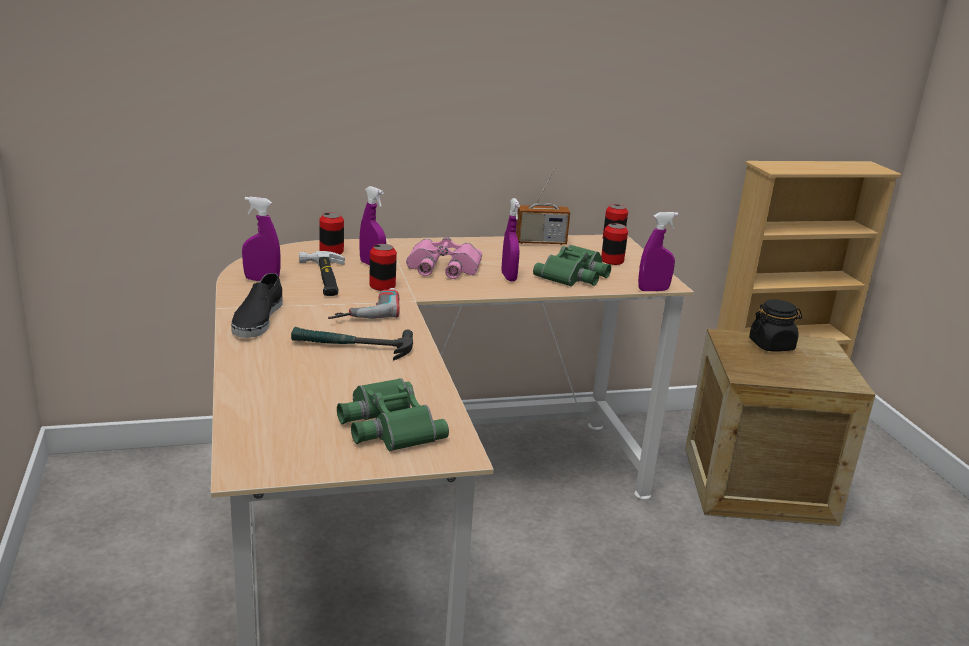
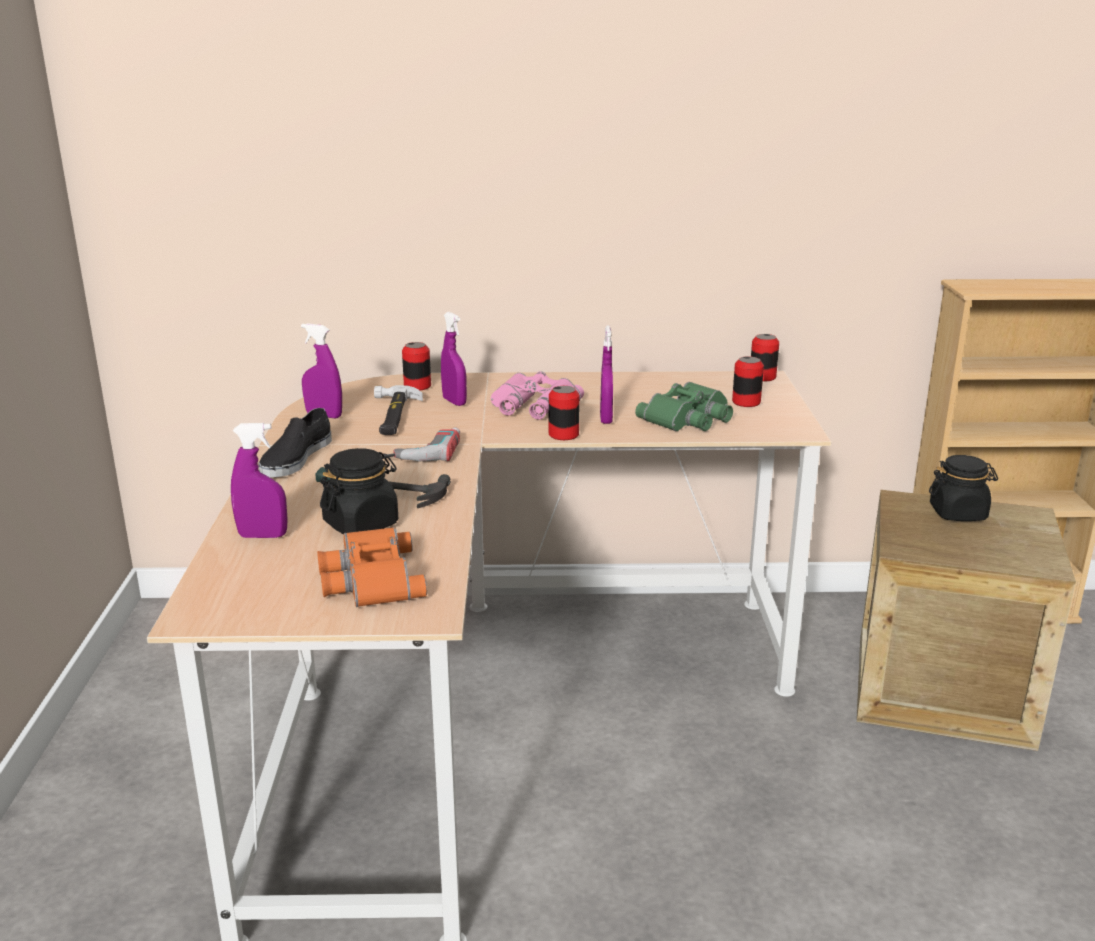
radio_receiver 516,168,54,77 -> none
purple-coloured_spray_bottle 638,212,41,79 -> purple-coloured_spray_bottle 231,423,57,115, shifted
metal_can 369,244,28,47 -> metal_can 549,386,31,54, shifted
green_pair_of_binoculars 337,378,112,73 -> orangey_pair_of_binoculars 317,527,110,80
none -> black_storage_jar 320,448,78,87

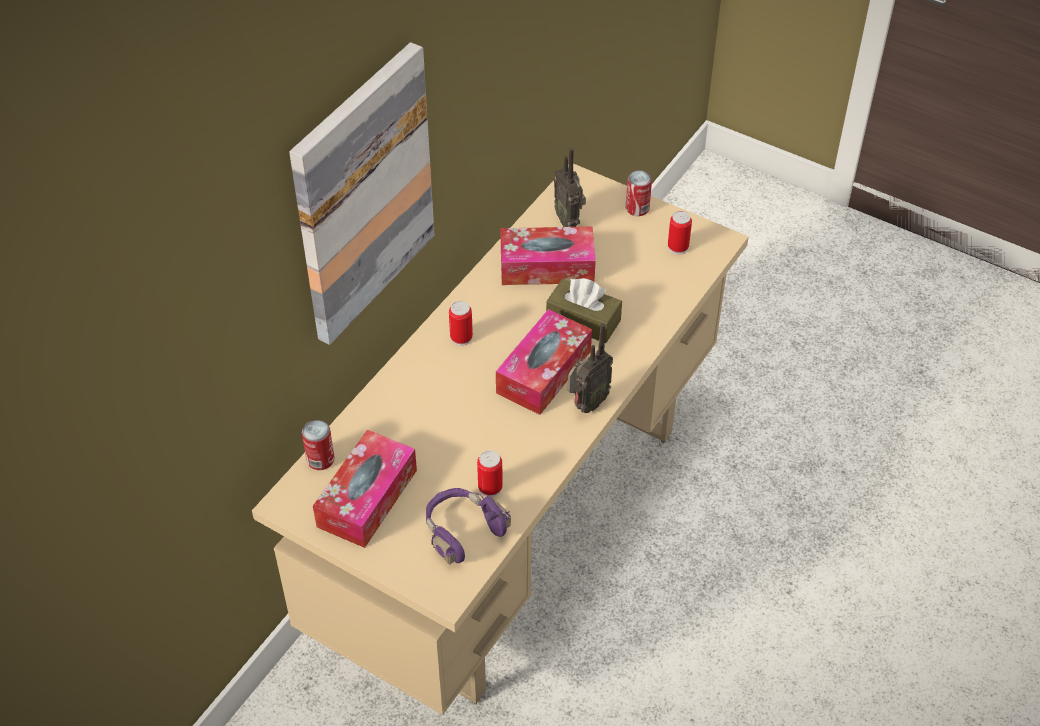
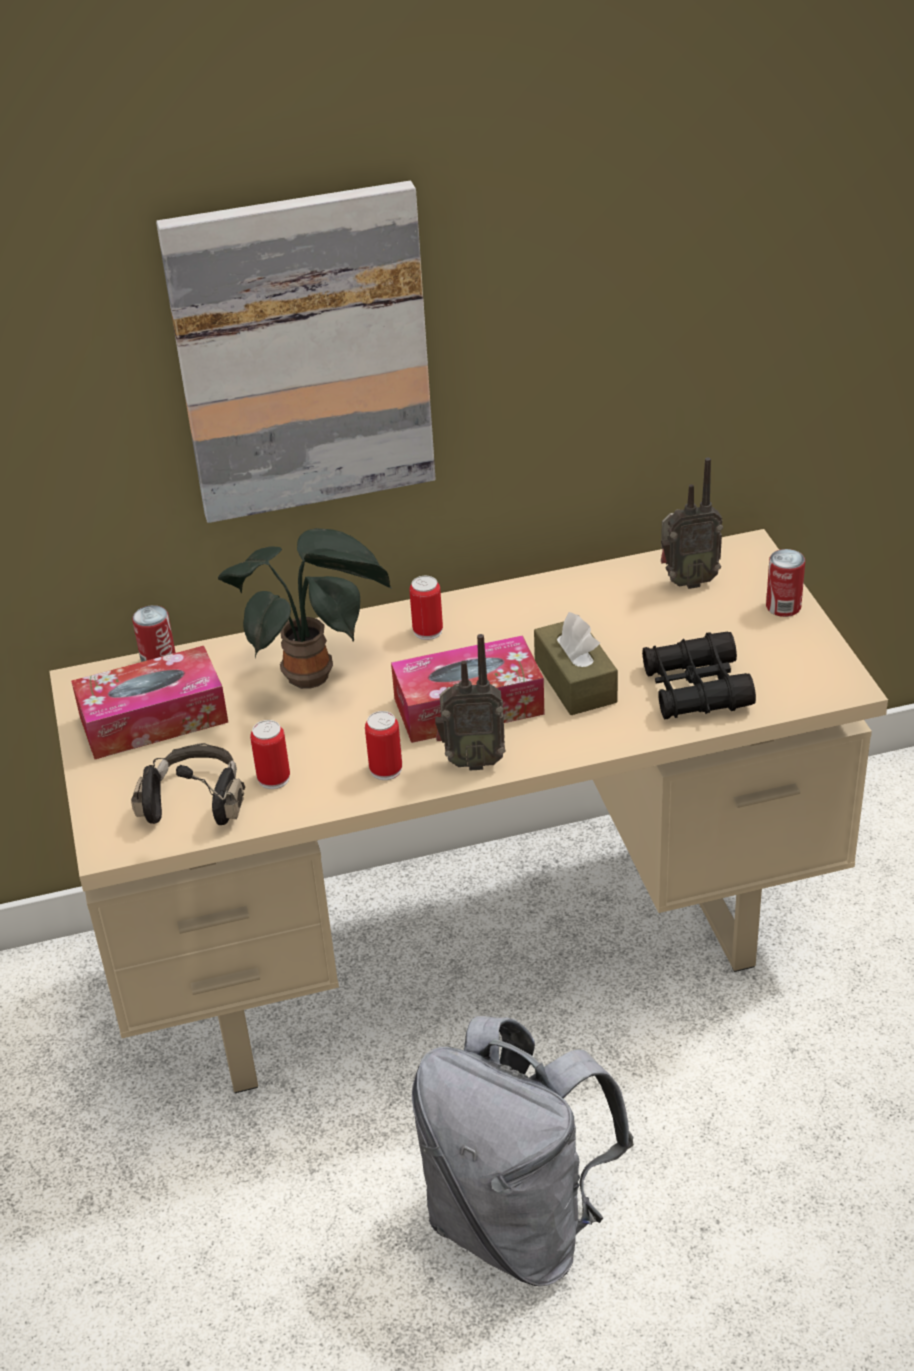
radio_receiver 554,148,32,79 -> radio_receiver 661,458,62,131, 120 degrees counterclockwise
metal_can 668,211,24,43 -> metal_can 365,711,37,69, shifted
tissue_box 500,226,96,59 -> none
purple-coloured_headset 426,488,85,76 -> black_headset 131,743,114,82
none -> houseplant 218,528,174,161
none -> black_pair_of_binoculars 642,632,114,87
none -> greyish_knapsack 412,1016,222,270

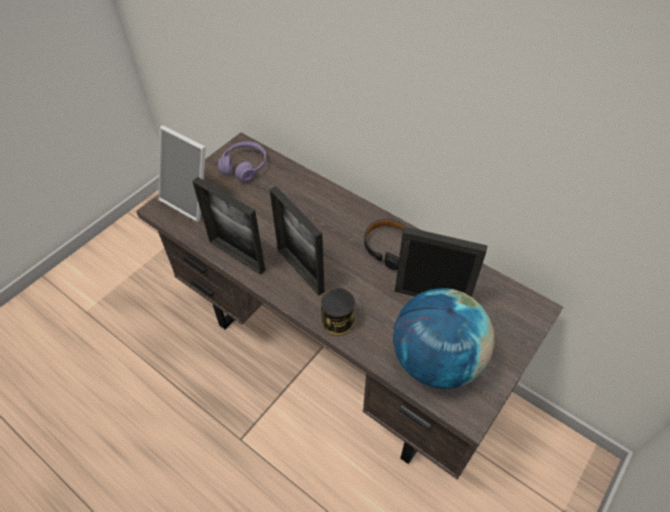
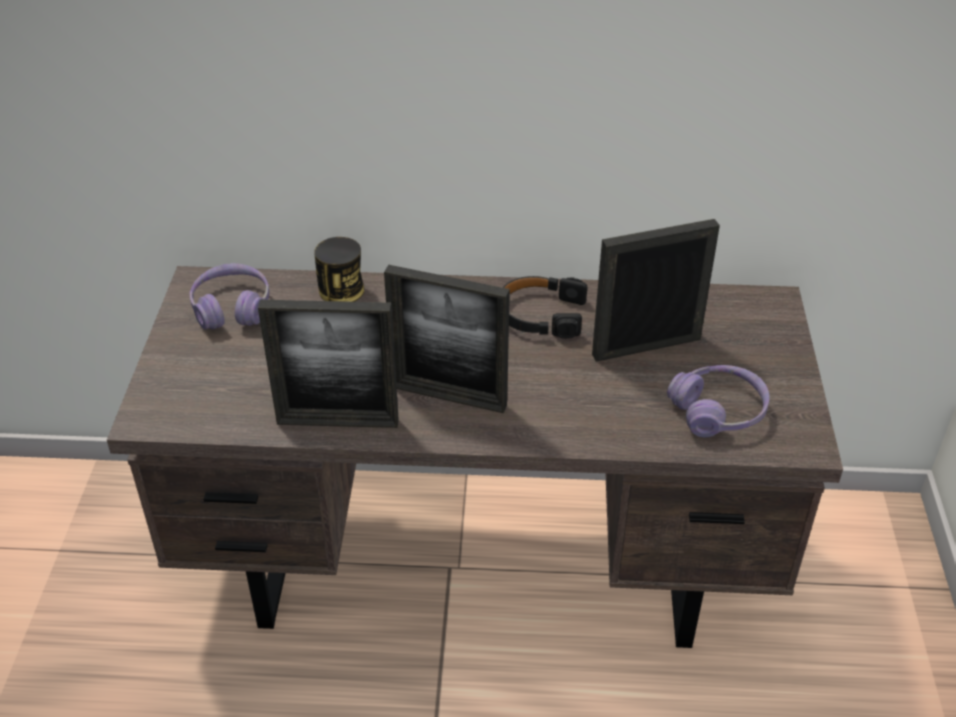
photo_frame 158,126,48,96 -> none
metal_can 321,288,34,48 -> metal_can 314,237,50,65, shifted
desk_globe 393,288,101,101 -> purple-coloured_headset 667,365,102,72

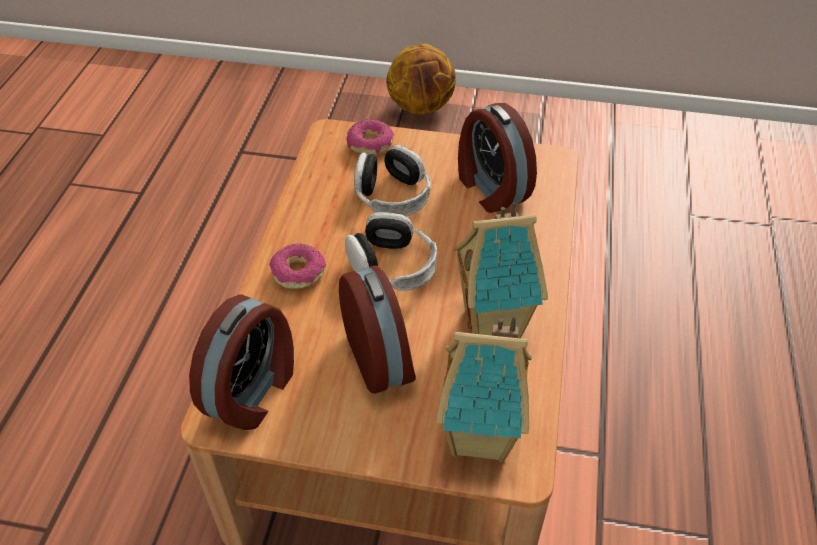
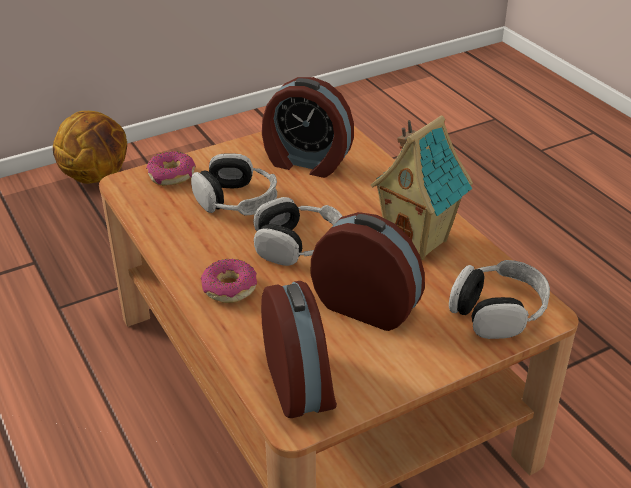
miniature_house 437,316,95,147 -> headset 449,260,101,79

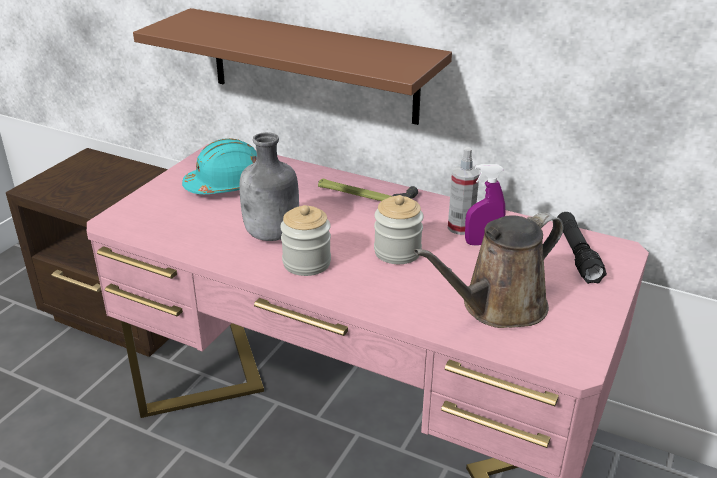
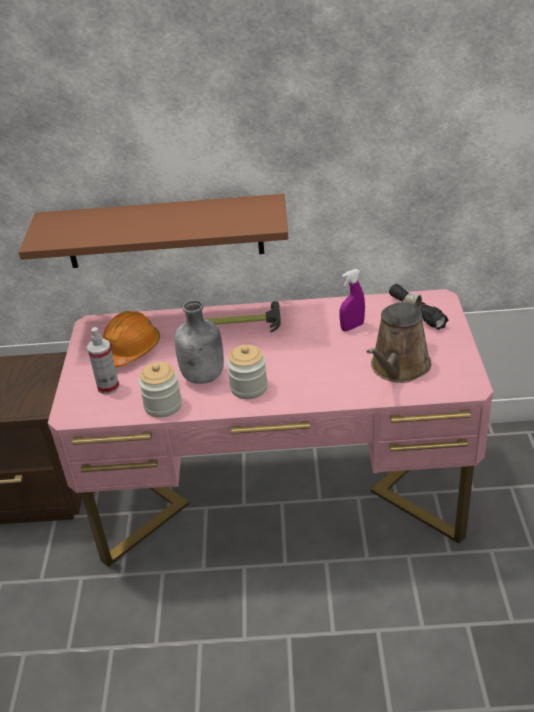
turquoise-coloured_safety_helmet 182,138,75,56 -> orangey_safety_helmet 103,311,57,56
spray_bottle 448,147,32,88 -> spray_bottle 87,327,33,67, shifted
storage_jar 374,195,50,69 -> storage_jar 138,362,44,56, shifted

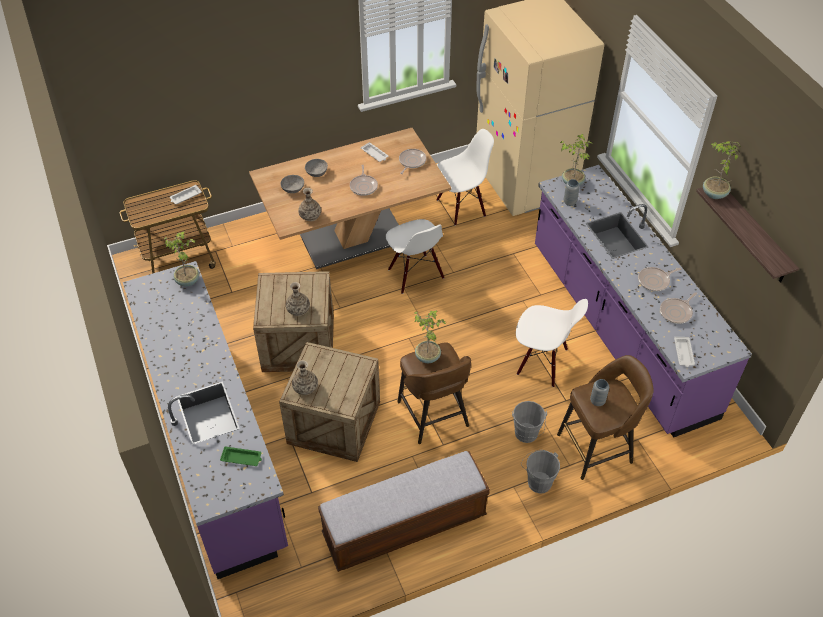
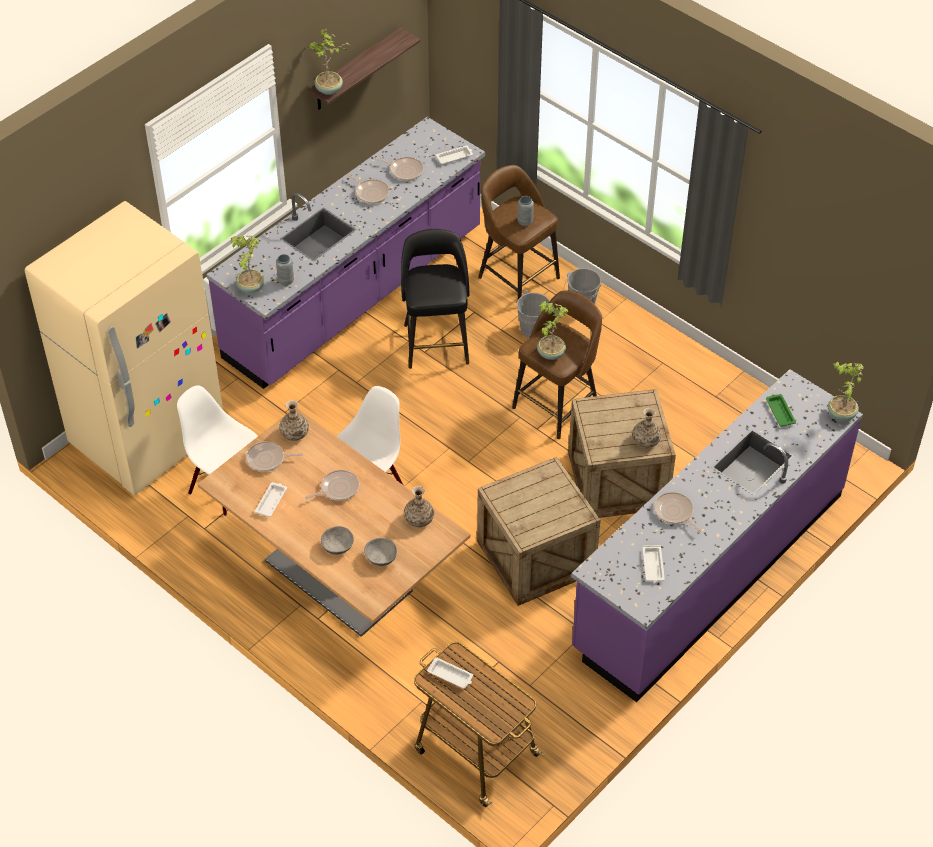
houseplant 164,232,35,54 -> houseplant 828,361,36,60, shifted
vase 286,282,24,34 -> vase 279,400,30,41, shifted
white_chair 516,299,72,88 -> black_stool 401,229,68,140
bench 318,451,172,121 -> none
none -> pan 654,492,47,40
none -> white_serving_tray 642,545,23,38

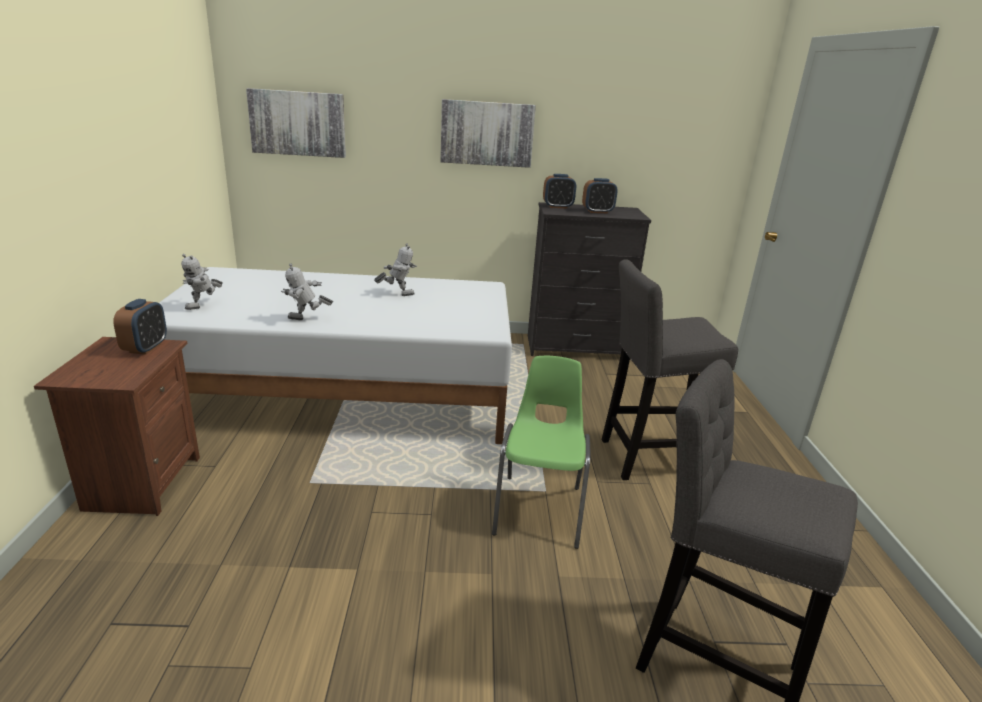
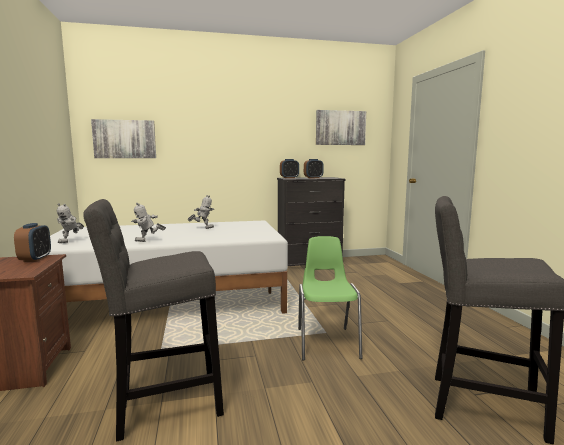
wall_art 440,99,96,69 -> wall_art 316,110,50,35, shifted
greyish_stool 602,259,136,221 -> greyish_stool 84,199,140,243, shifted

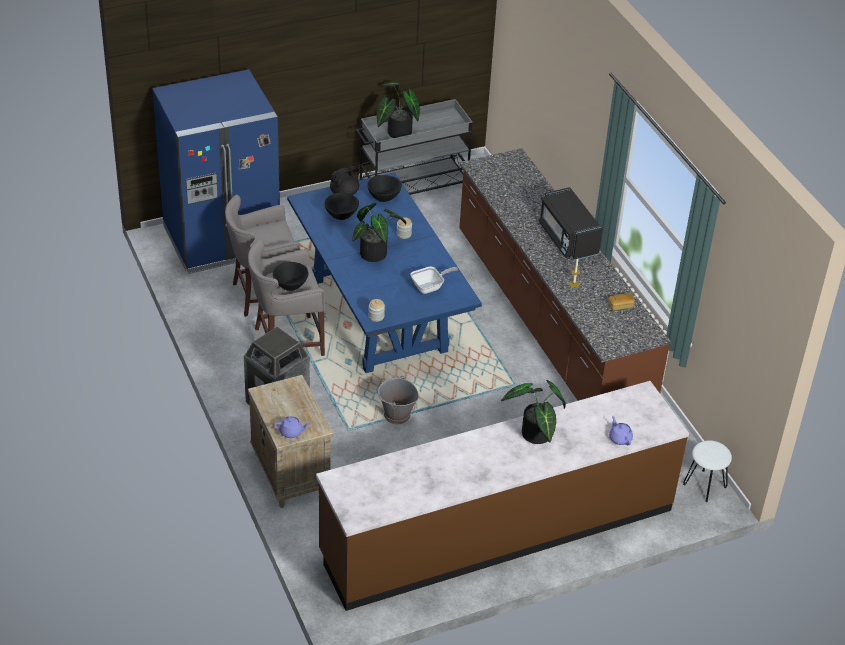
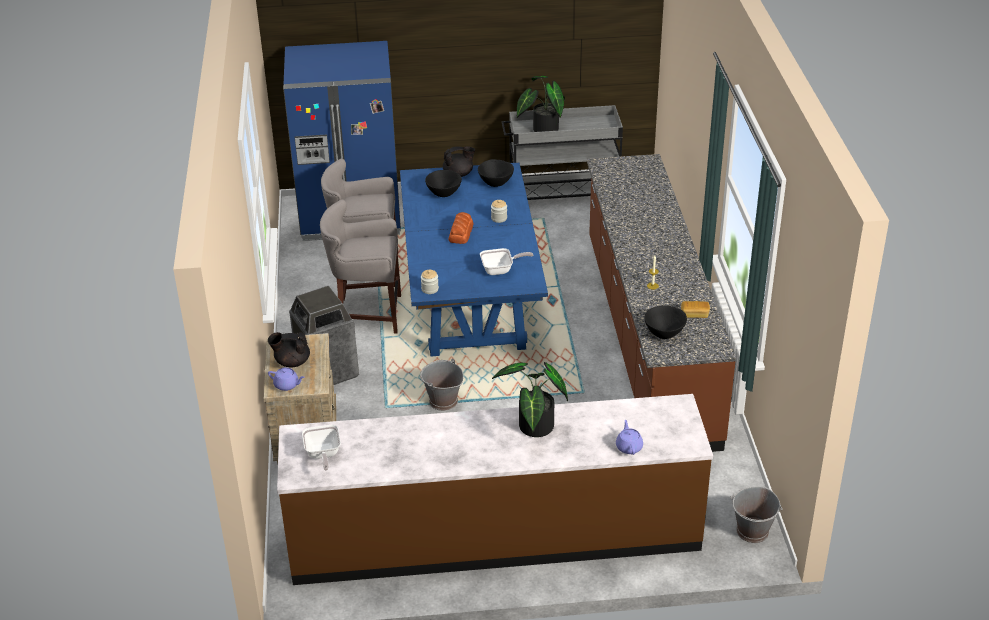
black_kitchen_microwave 538,187,65,73 -> none
houseplant 352,203,54,59 -> baked_bread 449,212,24,32
black_deep_dish 273,262,36,29 -> black_deep_dish 644,305,43,34, shifted
white_stool 683,440,49,62 -> greyish_water_bucket 730,486,53,57
none -> black_teapot 268,332,42,35
none -> pan 302,425,39,46

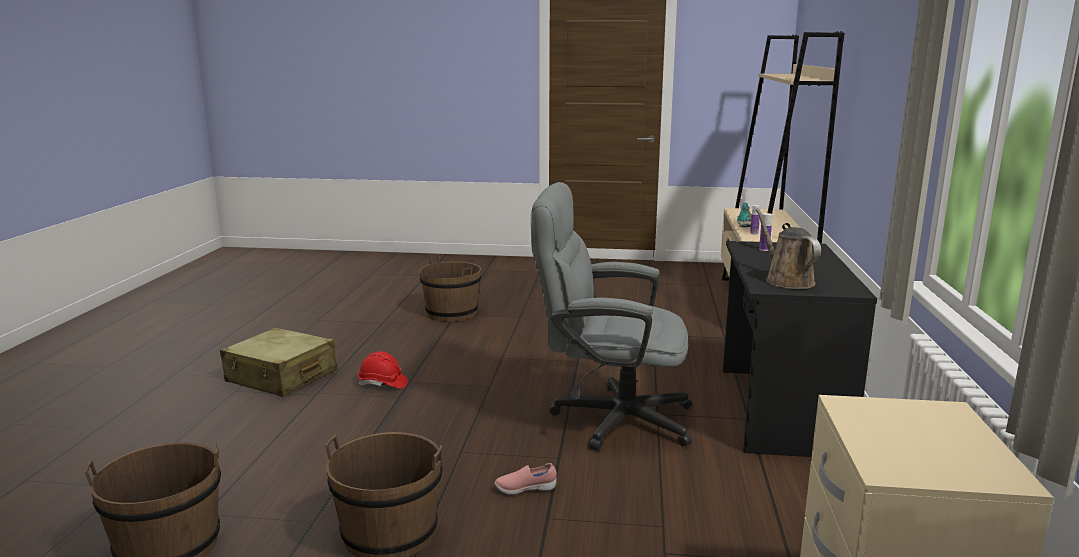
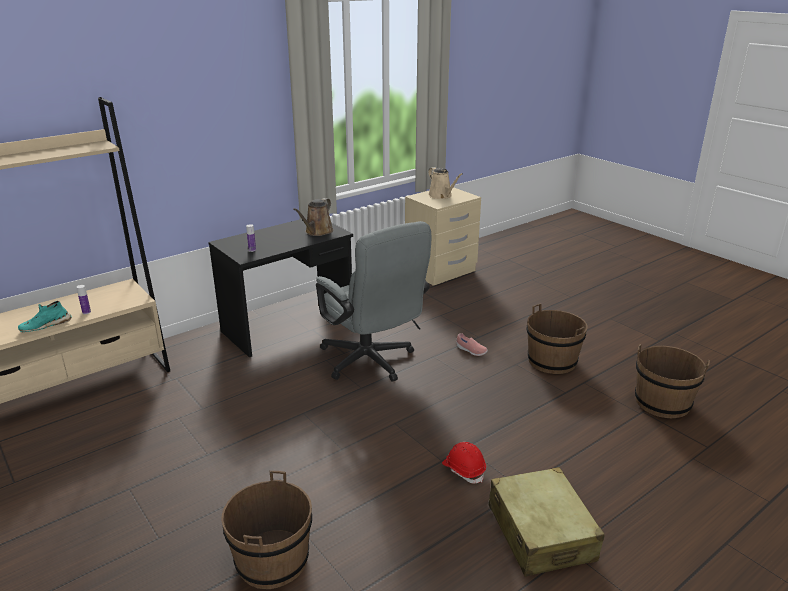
none -> sand-coloured_watering_can 428,167,35,32

